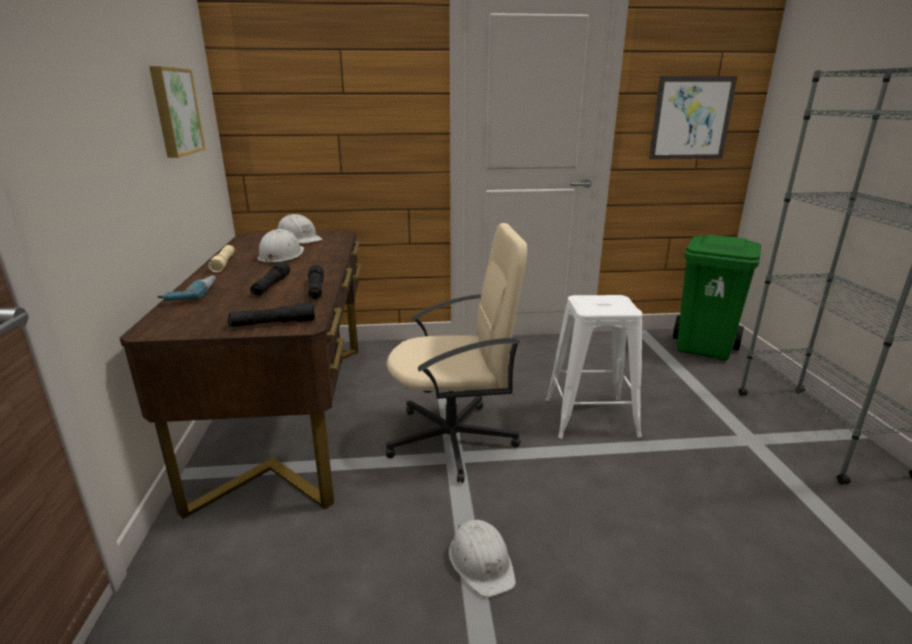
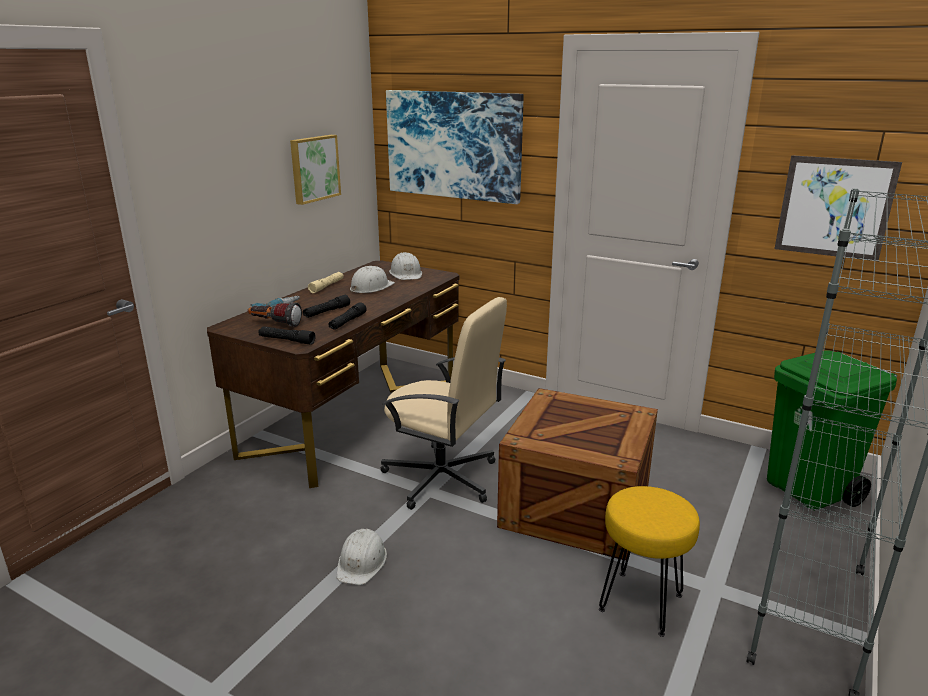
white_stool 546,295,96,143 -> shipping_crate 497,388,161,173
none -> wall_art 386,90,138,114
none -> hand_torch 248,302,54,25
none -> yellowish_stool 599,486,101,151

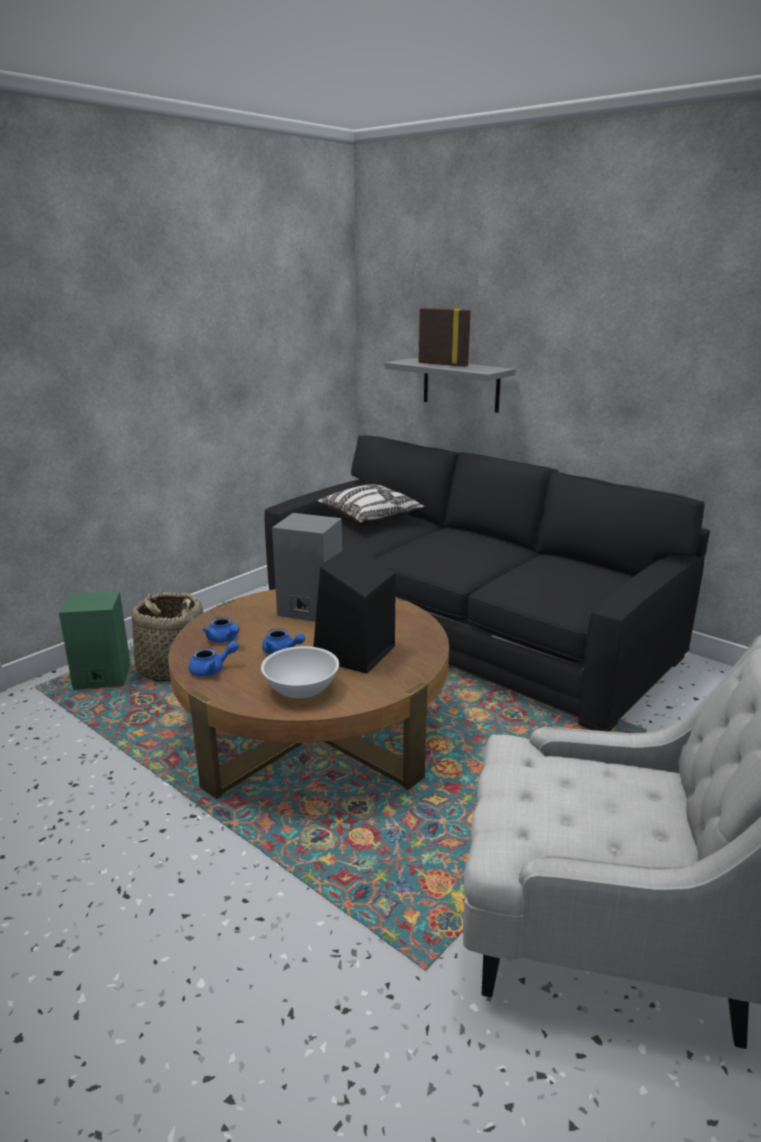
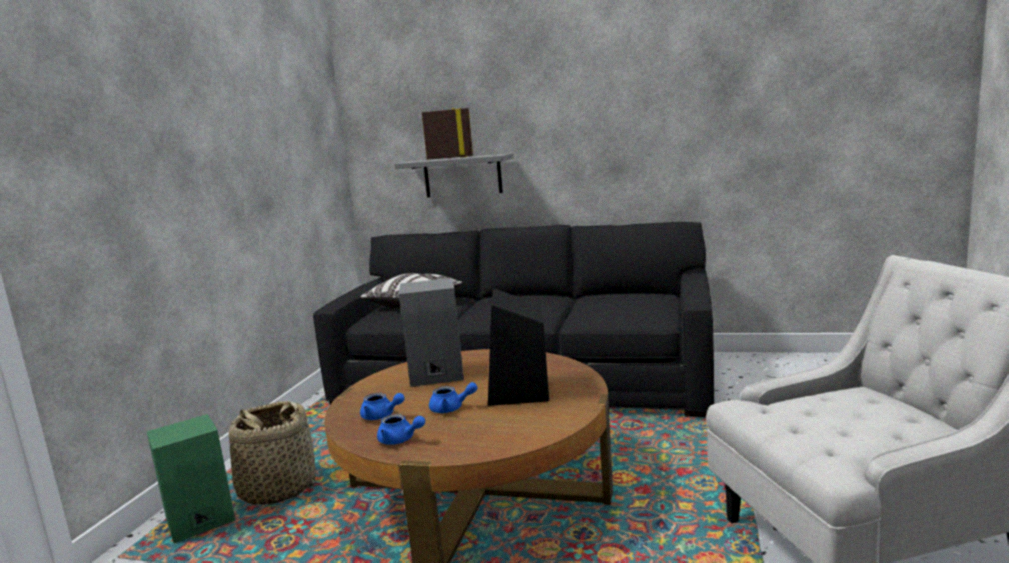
bluish_teapot 188,641,51,36 -> bluish_teapot 377,414,48,31, 75 degrees clockwise
white_deep_dish 261,646,78,52 -> none

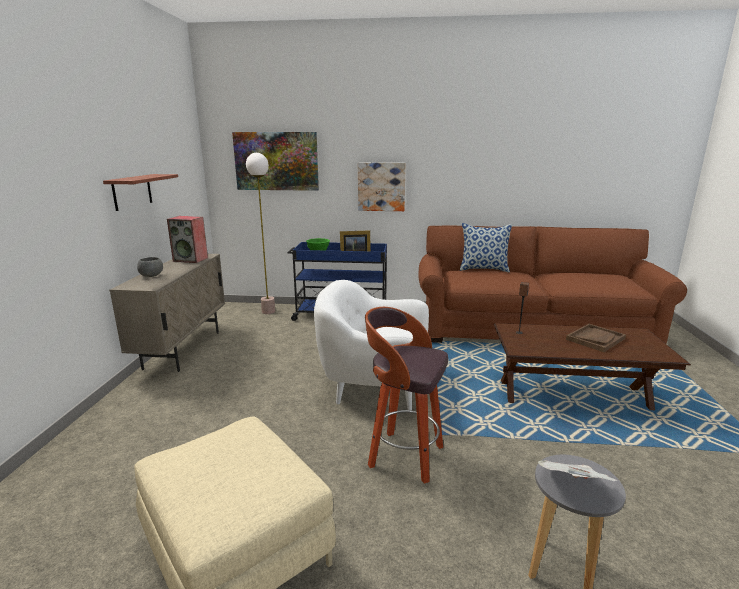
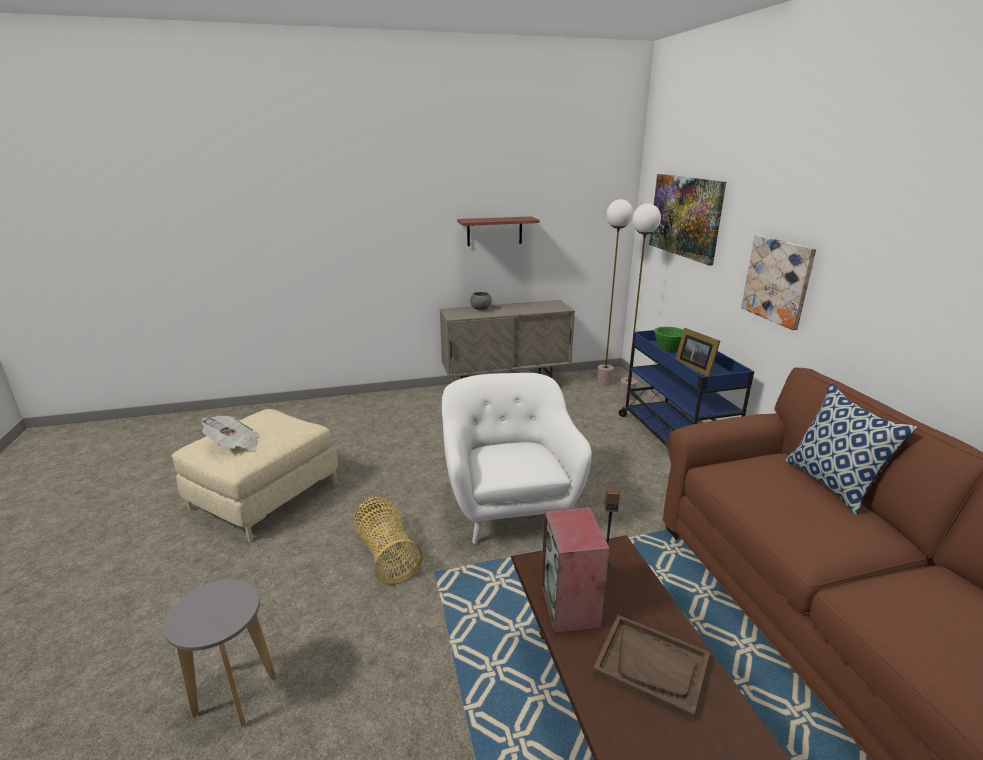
speaker 167,216,41,47 -> speaker 541,507,69,126, shifted
stool 365,307,83,177 -> basket 354,496,69,88
newspaper 537,460,81,21 -> newspaper 201,416,57,34, shifted
none -> standard_lamp 597,199,36,187

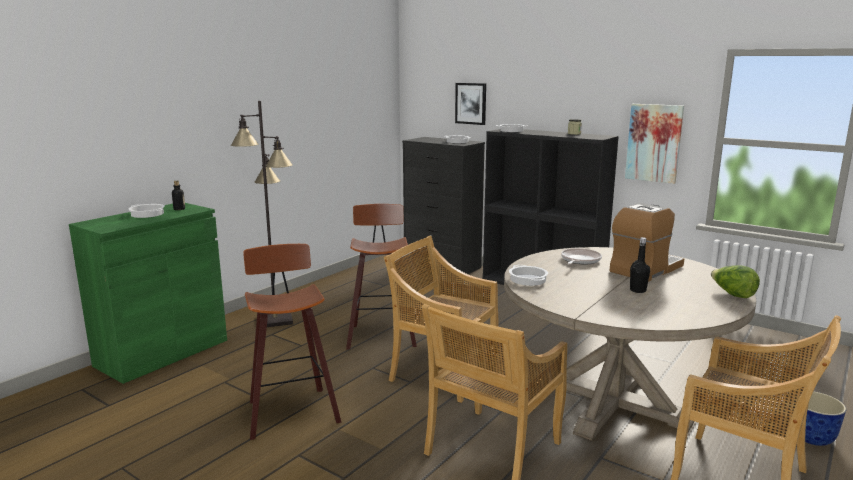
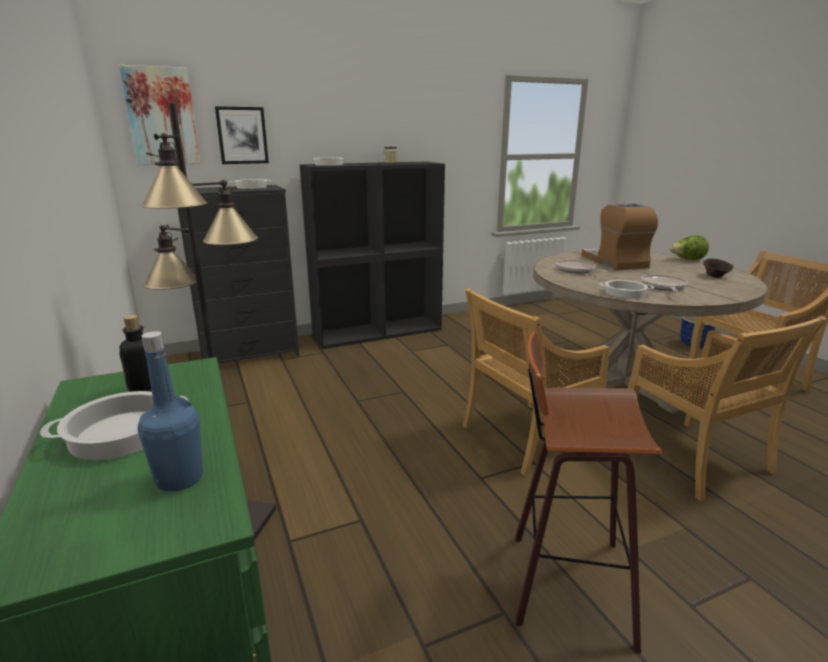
wall_art 625,104,59,80 -> wall_art 119,65,82,100, shifted
stool 346,204,71,145 -> none
black_drink_bottle 630,237,20,56 -> none
none -> brownish_deep_dish 703,259,31,19
none -> pan 641,274,47,17
none -> bluish_drink_bottle 138,331,65,161

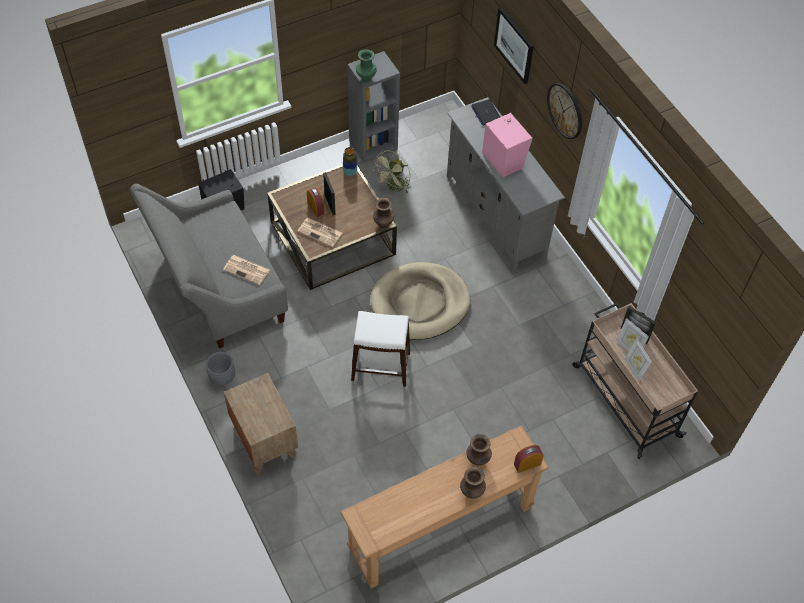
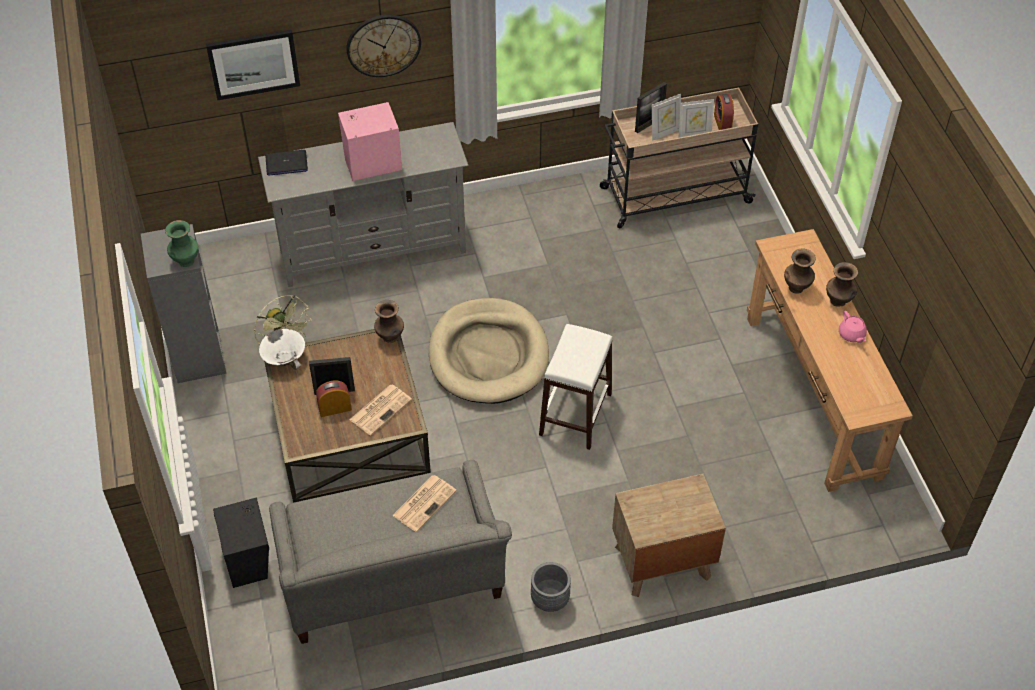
vase 343,147,14,29 -> white_deep_dish 259,329,46,41
alarm_clock 514,445,29,28 -> alarm_clock 714,94,20,36, shifted
none -> pinkish_teapot 839,311,28,32

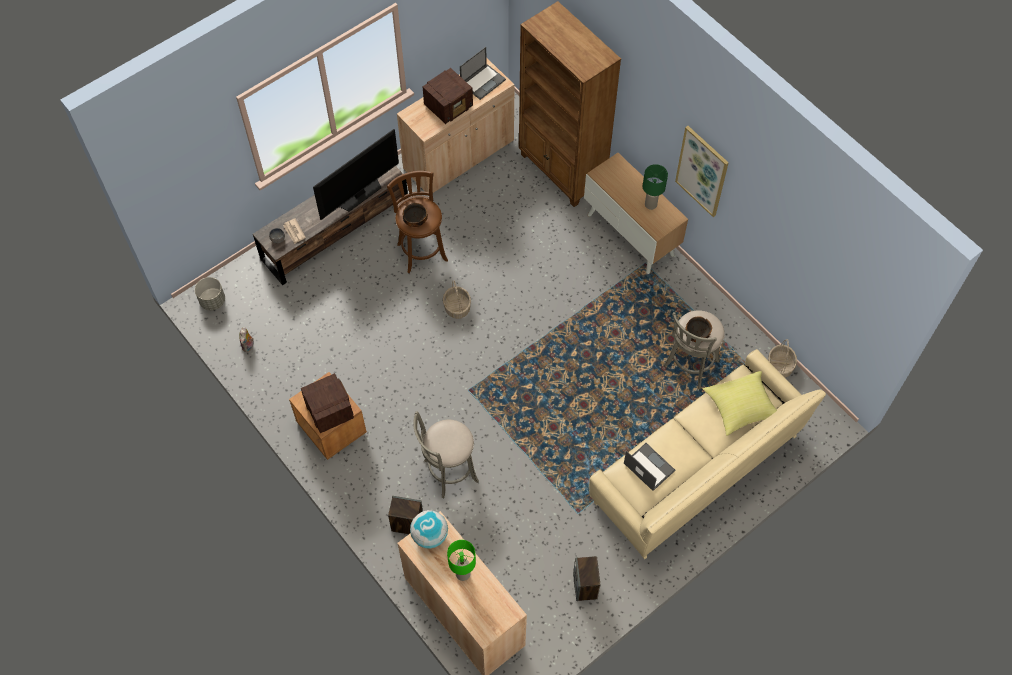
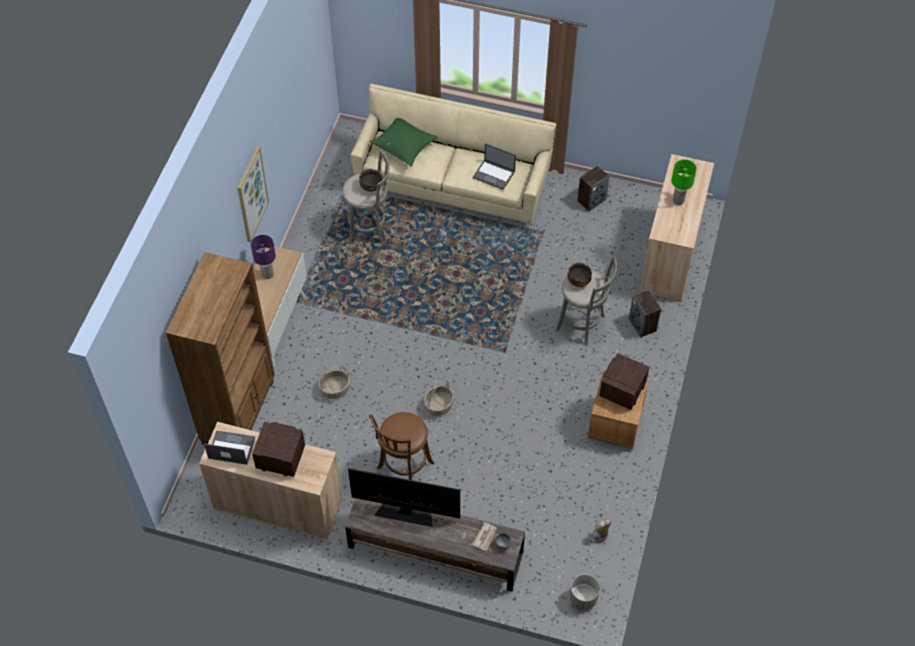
green_table_lamp 643,164,25,46 -> purple-coloured_table_lamp 251,235,25,44
deep_dish 403,203,25,24 -> deep_dish 568,263,24,24, shifted
basket 768,339,29,39 -> basket 319,366,31,33, shifted
yellowish_cushion 703,371,74,65 -> green_cushion 369,118,69,49
laptop 624,443,51,48 -> laptop 473,143,43,47, 75 degrees counterclockwise
desk_globe 410,510,38,39 -> none

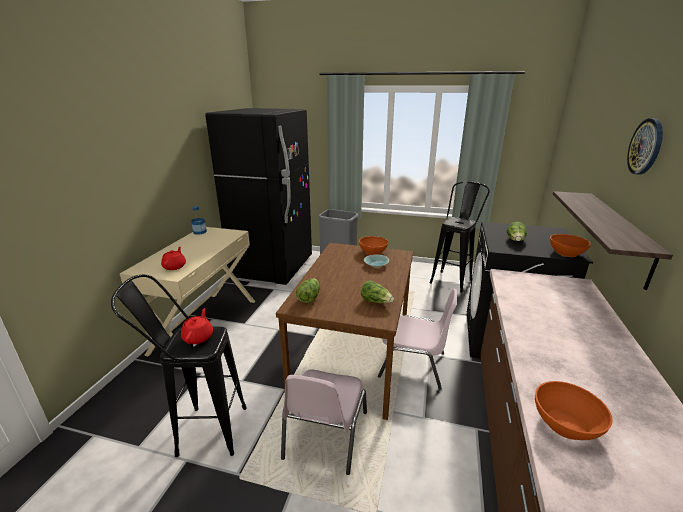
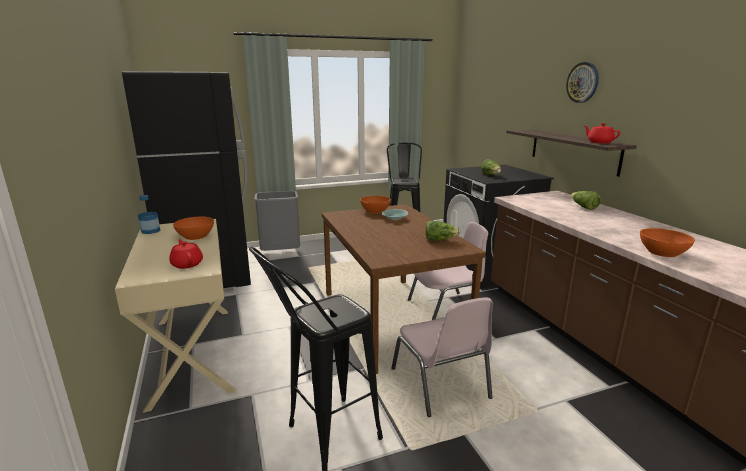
orangey_deep_dish 550,234,41,23 -> orangey_deep_dish 173,217,41,23, shifted
lettuce 296,279,24,24 -> lettuce 571,191,30,19, shifted
red-coloured_teapot 181,308,32,36 -> red-coloured_teapot 584,123,37,20, shifted

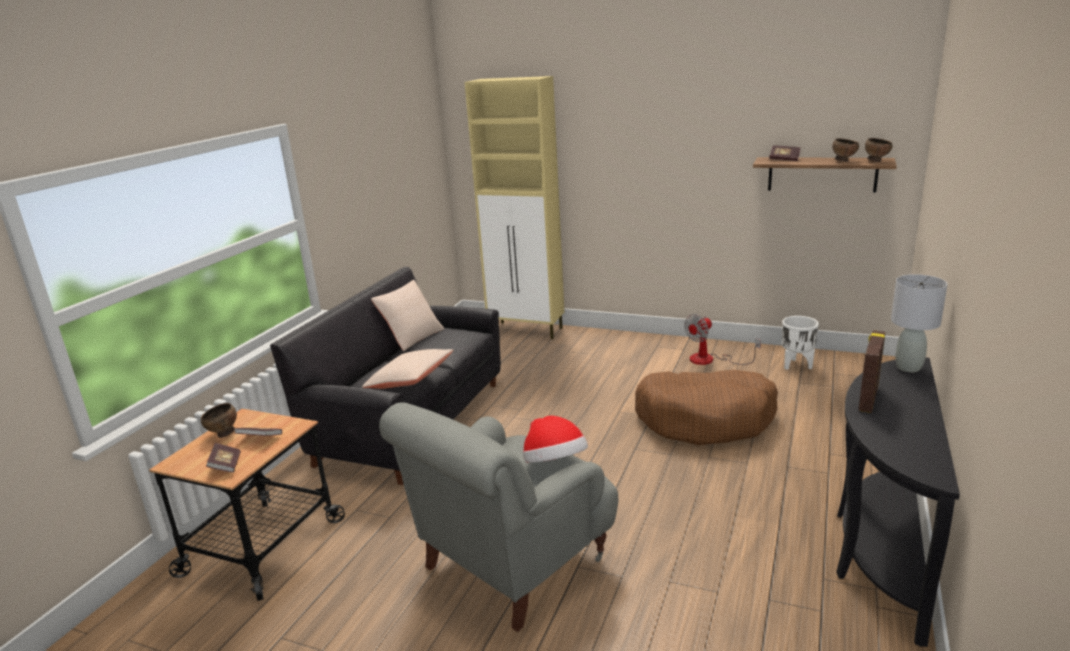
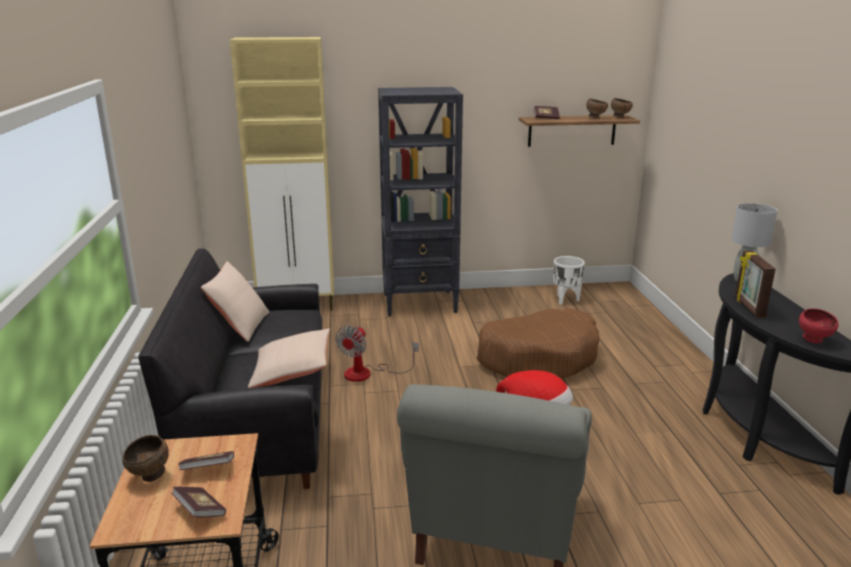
fan 684,314,77,51 -> fan 335,326,84,56, shifted
none -> black_bookshelf 378,87,85,229
none -> red-coloured_deep_dish 799,308,40,36

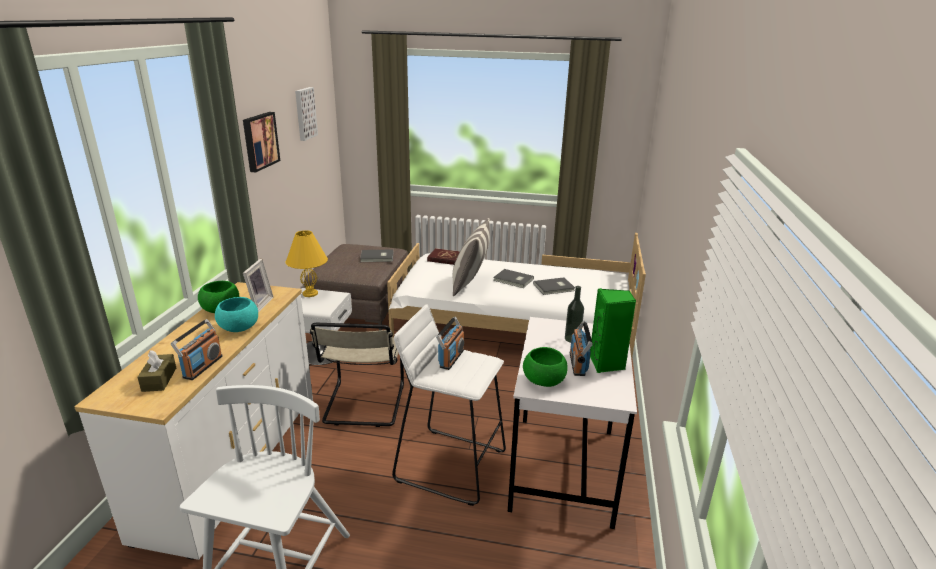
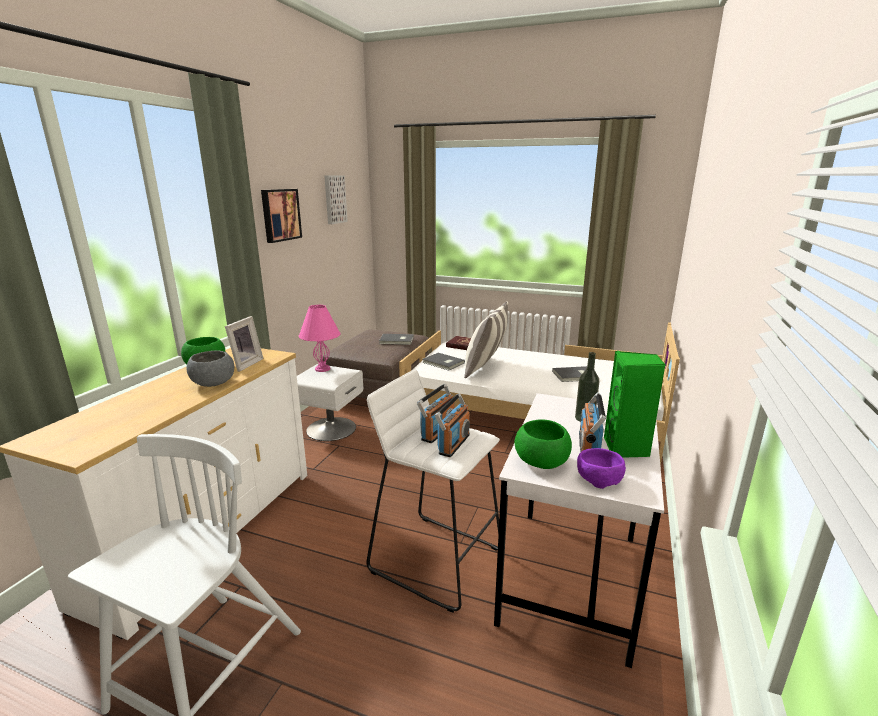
yellowish_table_lamp 286,230,42,67 -> pinkish_table_lamp 299,305,41,67
greyish_bound_book 493,269,41,19 -> greyish_bound_book 422,353,43,18, shifted
turquoise-coloured_deep_dish 215,297,43,35 -> greyish_deep_dish 187,350,47,37
radio_receiver 171,319,51,61 -> radio_receiver 435,393,35,64, shifted
sand-coloured_chair 310,323,94,104 -> none
brownish_tissue_box 137,350,39,42 -> none
none -> purple-coloured_deep_dish 577,448,49,41

